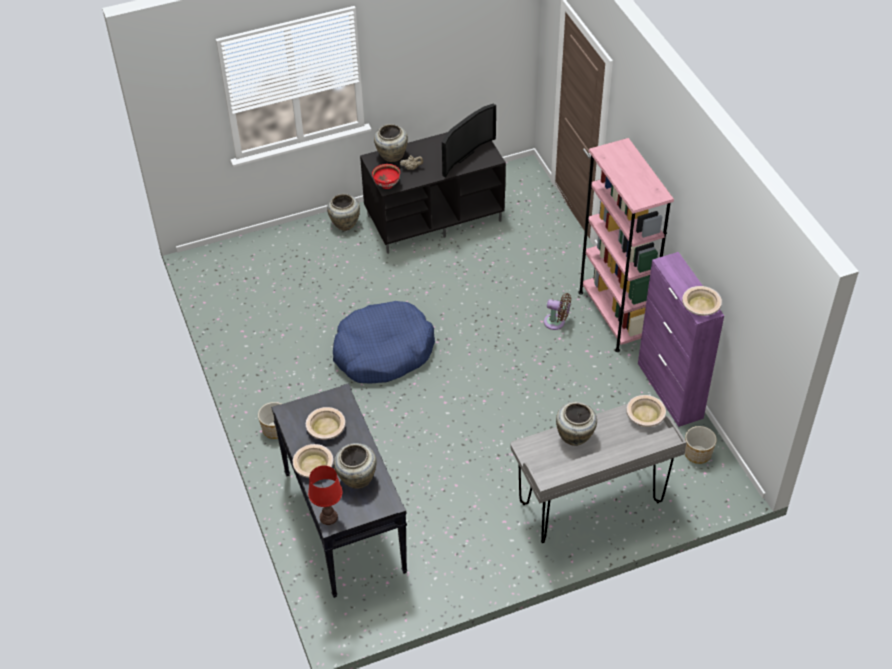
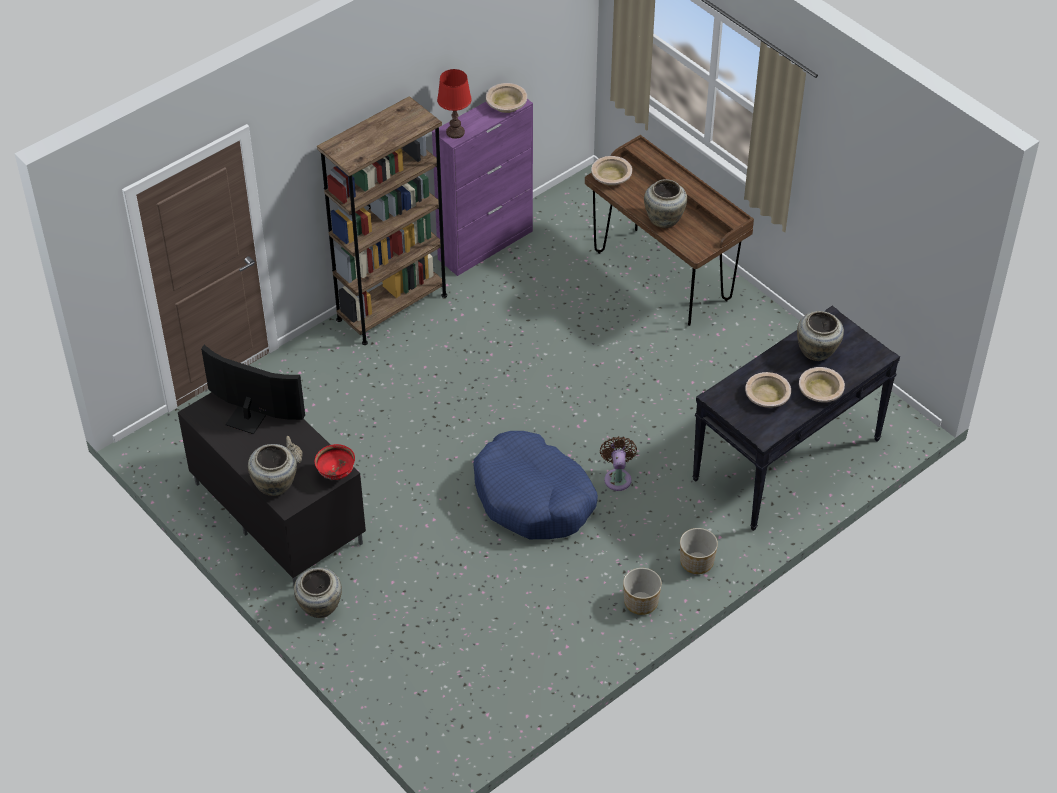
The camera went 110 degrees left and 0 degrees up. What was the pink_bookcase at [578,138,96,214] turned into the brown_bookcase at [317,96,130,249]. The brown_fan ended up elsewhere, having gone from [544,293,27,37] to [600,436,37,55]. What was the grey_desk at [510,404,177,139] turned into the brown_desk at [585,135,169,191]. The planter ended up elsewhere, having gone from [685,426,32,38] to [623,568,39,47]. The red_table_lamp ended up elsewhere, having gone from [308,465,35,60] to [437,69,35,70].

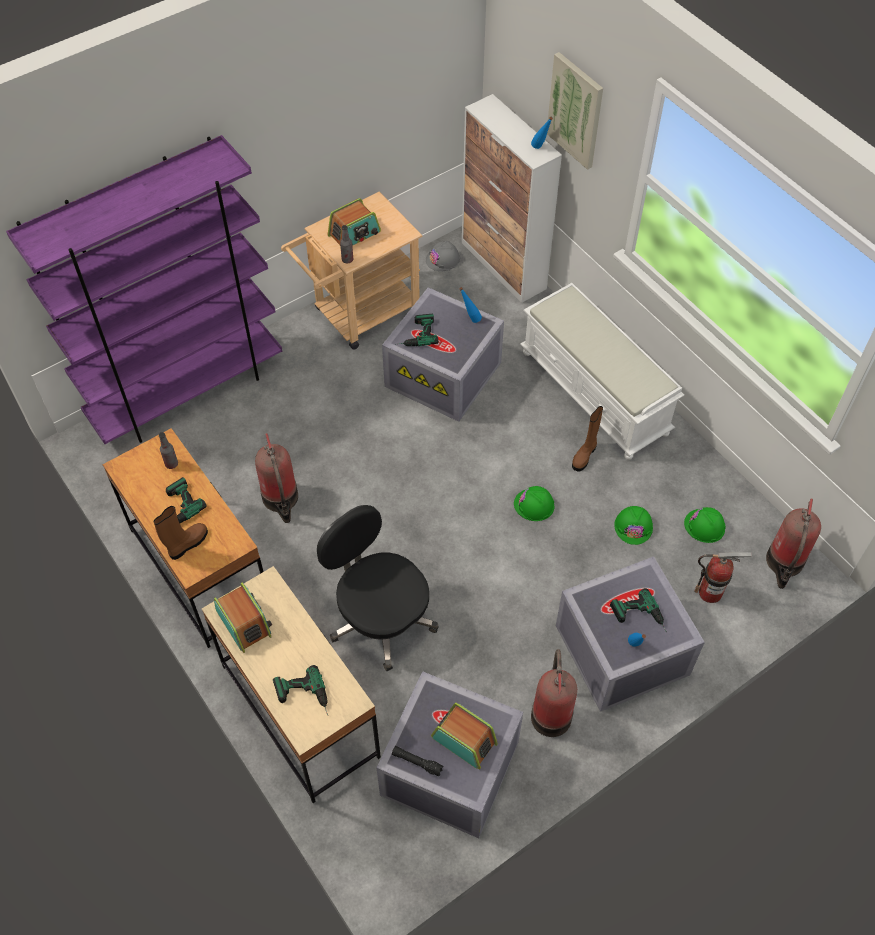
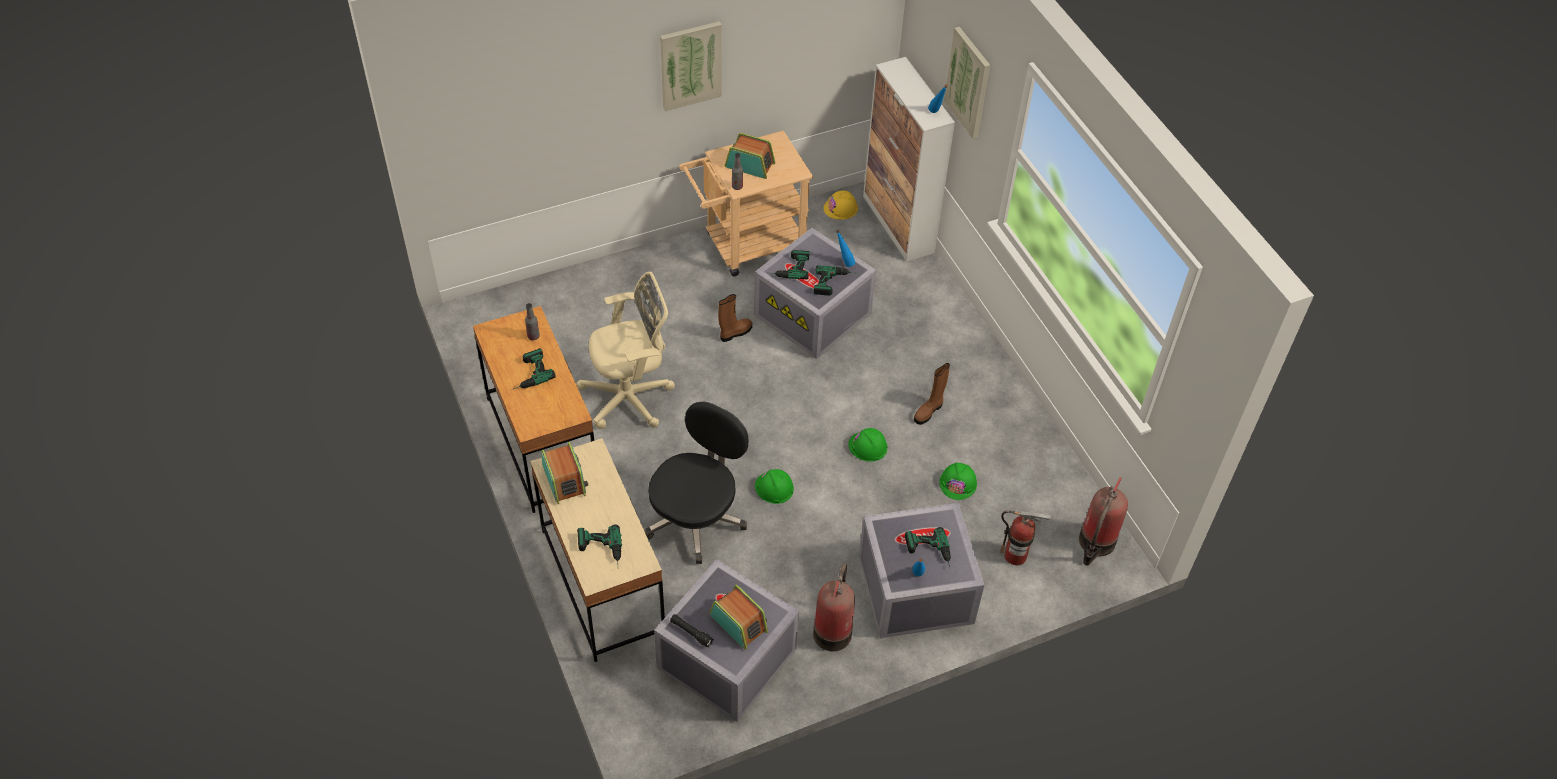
The camera went 10 degrees right and 5 degrees down. The second view lost the purple_bookcase at [6,135,276,309]. The radio at [327,198,54,52] ended up facing another way, 135 degrees counterclockwise from before. What was the grey_hard_hat at [426,241,34,30] turned into the yellow_hard_hat at [824,191,34,29]. The second view lost the white_bench at [520,283,164,177]. Where the fire_extinguisher stood at [255,433,43,90], the beige_office_chair came to stand at [576,272,99,157]. The black_office_chair at [317,505,122,166] ended up facing another way, 60 degrees clockwise from before. The brown_boot ended up elsewhere, having gone from [154,506,54,54] to [718,294,34,48]. The green_hard_hat ended up elsewhere, having gone from [684,507,42,36] to [755,469,39,35]. The second view gained the picture at [660,21,62,90]. The second view gained the power_drill at [814,265,41,31].

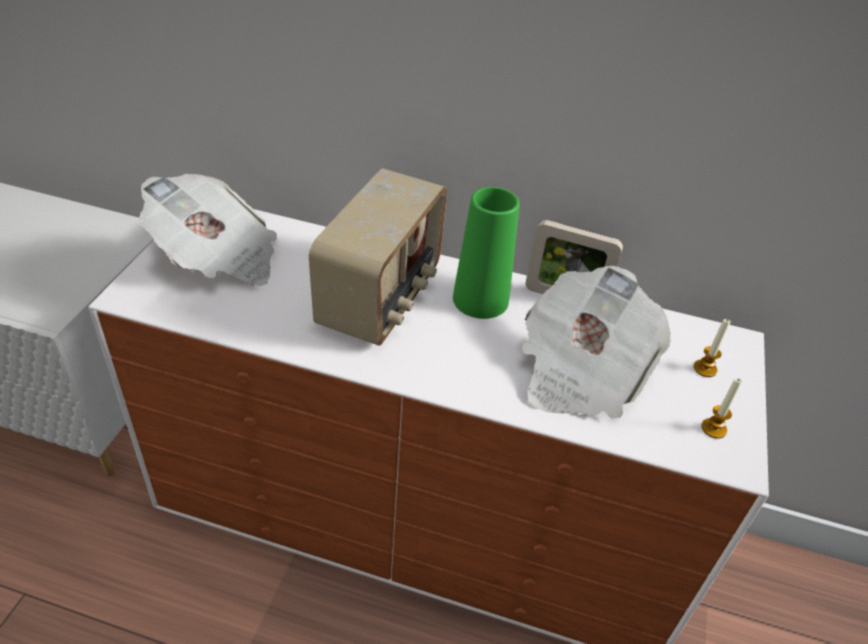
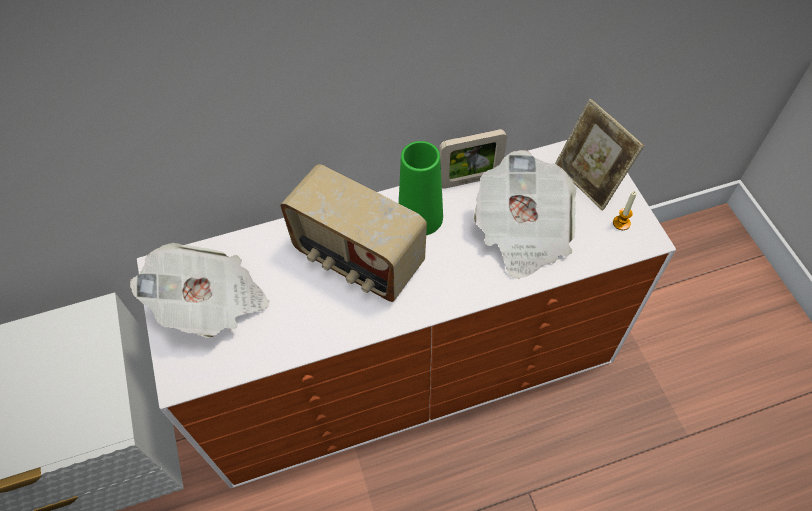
The camera went 30 degrees left and 15 degrees up. The radio at [309,169,138,177] ended up facing another way, 135 degrees clockwise from before. Where the candle stood at [694,319,37,58], the picture_frame came to stand at [555,99,89,112].

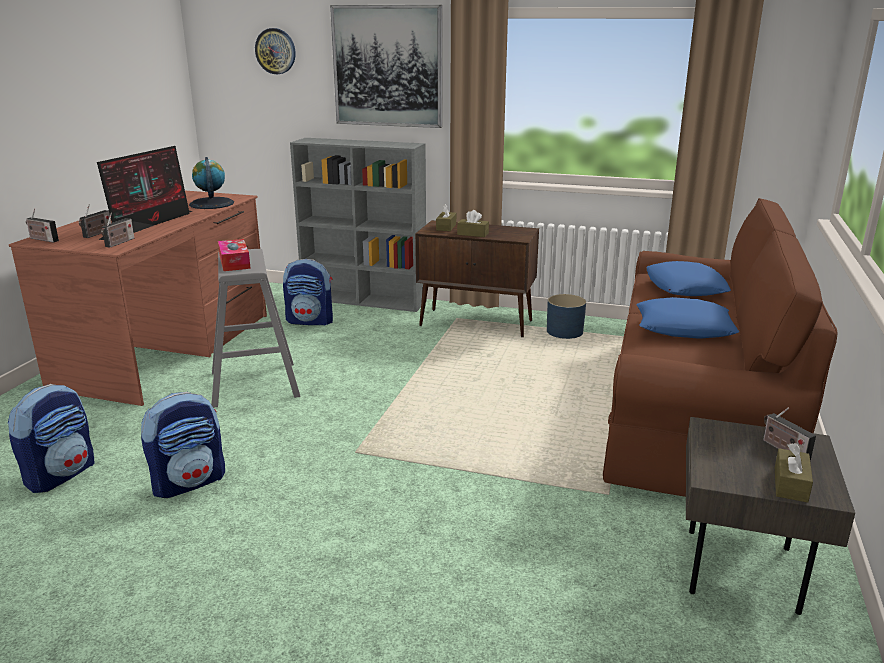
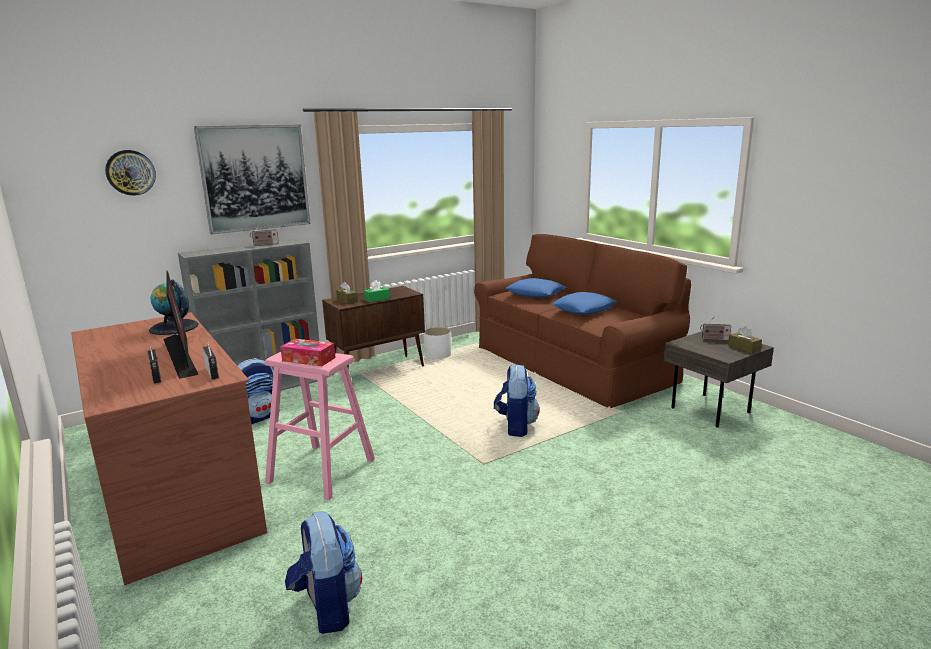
The camera went 50 degrees left and 5 degrees down. The radio ended up elsewhere, having gone from [26,208,33,35] to [250,223,29,23]. What was the brown_tissue_box at [457,210,32,27] turned into the green_tissue_box at [364,280,26,22]. What was the grey_stool at [211,249,90,159] turned into the pink_stool at [265,352,110,148]. What was the blue_planter at [547,294,39,45] turned into the white_planter at [423,327,28,32]. The backpack ended up elsewhere, having gone from [141,392,84,106] to [494,364,46,73].

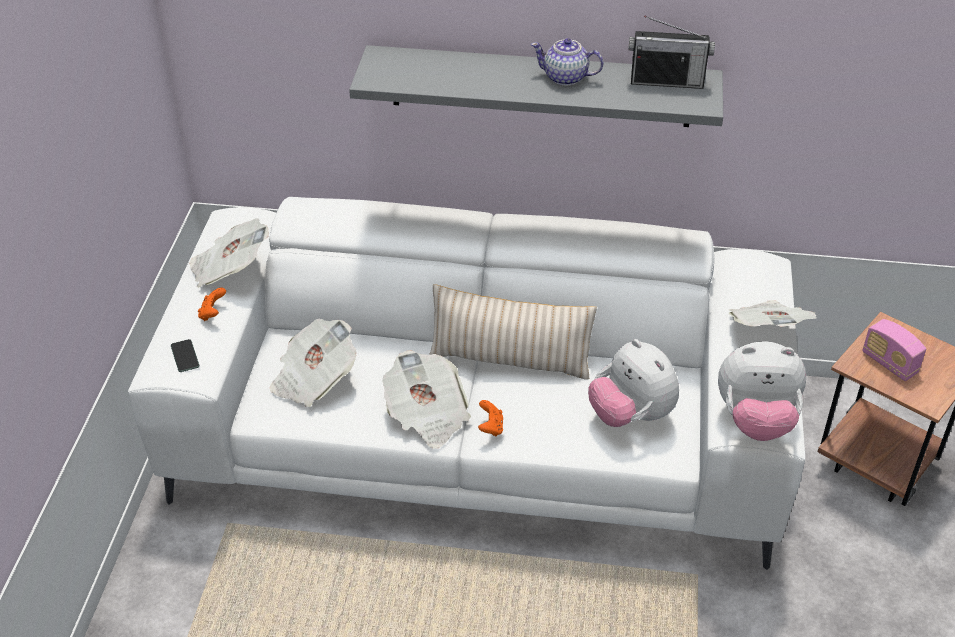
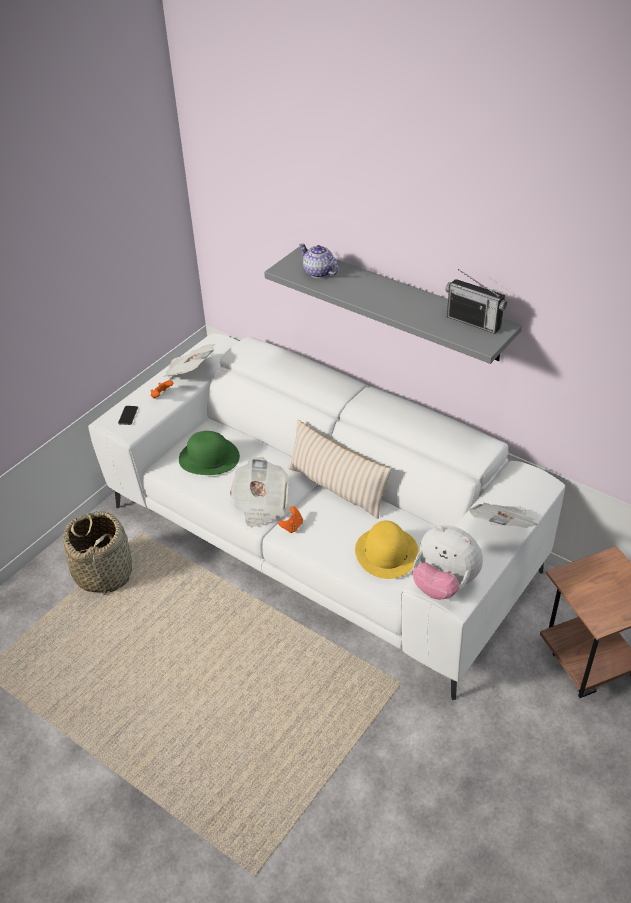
The camera went 30 degrees right and 0 degrees up. The teapot ended up elsewhere, having gone from [531,38,73,48] to [299,243,40,35]. Where the newspaper stood at [270,318,86,89], the green_hat came to stand at [179,431,61,44]. The second view lost the radio at [862,319,65,62]. Where the plush_toy stood at [588,339,91,88], the yellow_hat came to stand at [355,520,64,59]. The second view gained the basket at [63,511,69,84].

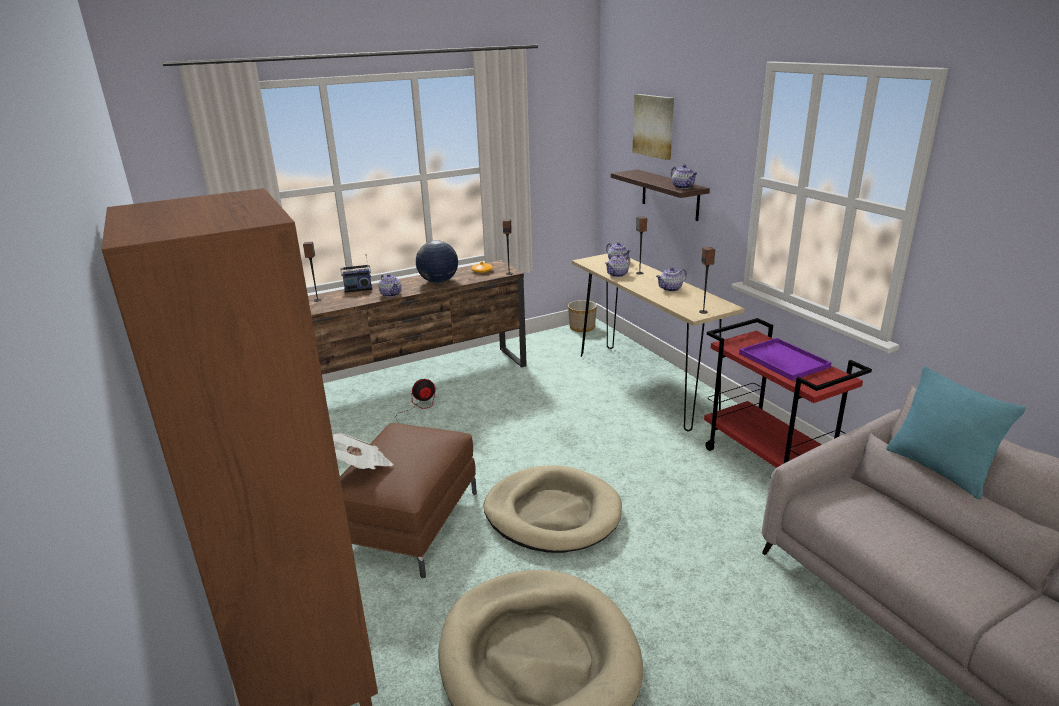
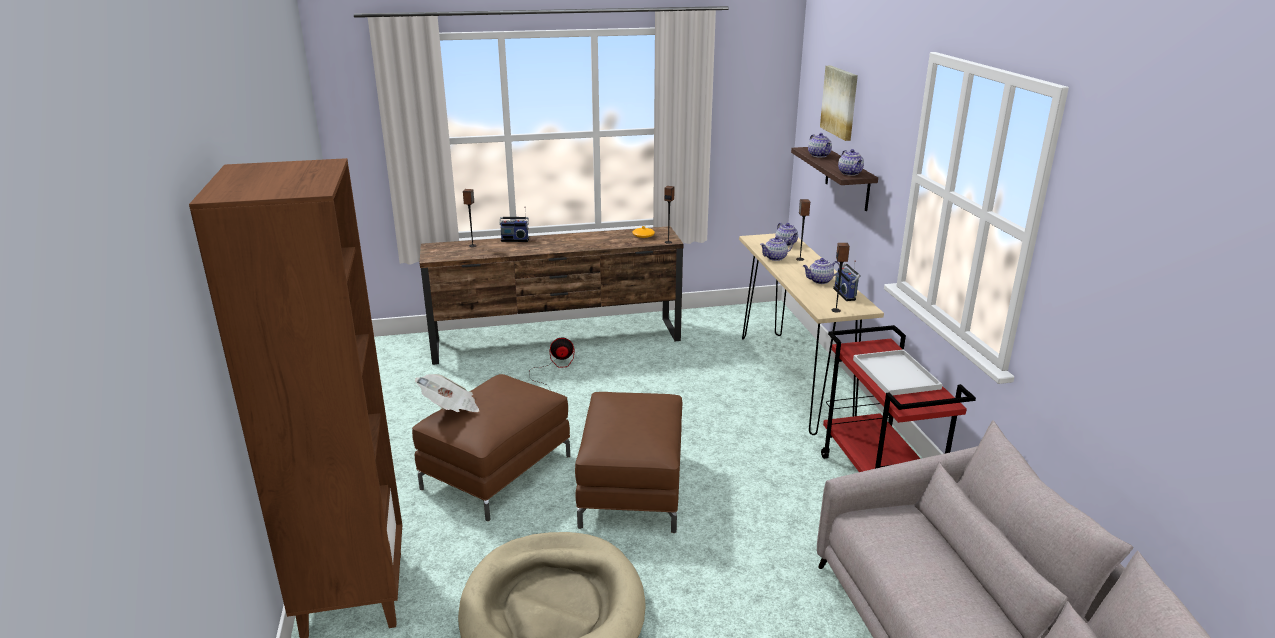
The camera went 15 degrees right and 0 degrees up. The second view lost the globe at [416,240,42,43]. The teapot ended up elsewhere, having gone from [378,274,24,23] to [808,133,24,25]. The second view lost the planter at [568,300,29,32]. What was the purple_tray at [739,338,93,43] turned into the white_tray at [853,349,90,46]. The second view lost the turquoise_pillow at [886,366,140,134]. Where the beige_dog_bed stood at [484,465,138,88], the brown_ottoman came to stand at [575,392,108,141]. The second view gained the radio at [833,260,28,41].

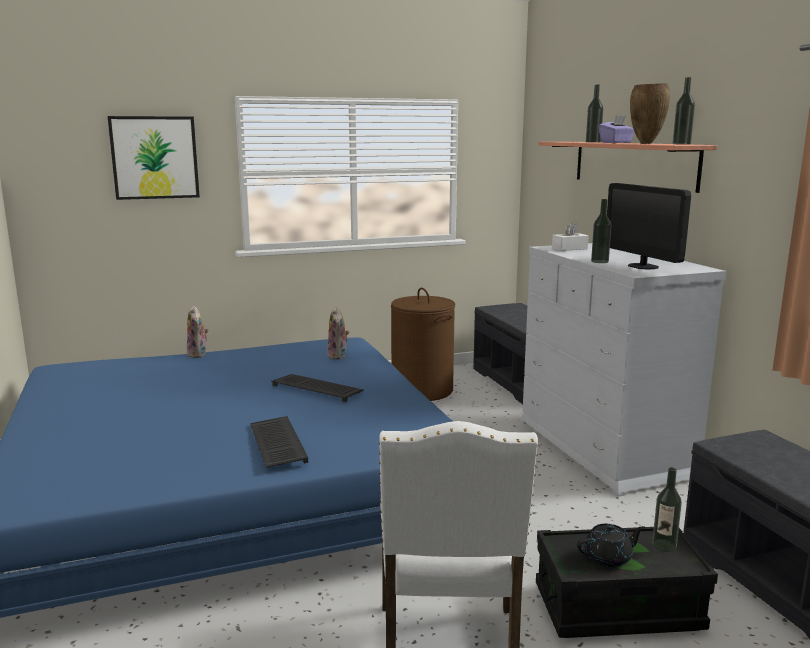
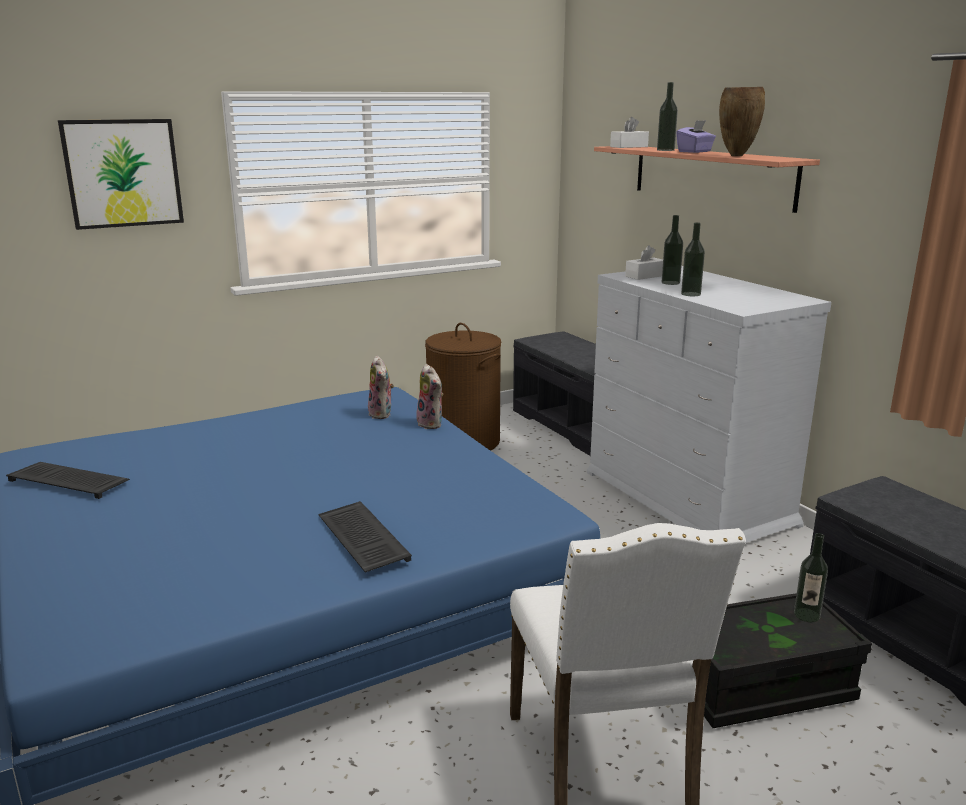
The camera went 10 degrees left and 5 degrees up. The bottle ended up elsewhere, having gone from [673,77,22,67] to [662,215,21,70]. The second view lost the monitor at [607,183,84,86]. The plush_toy ended up elsewhere, having gone from [187,306,21,52] to [416,364,27,65]. The keyboard ended up elsewhere, having gone from [271,374,93,28] to [6,462,124,37]. The second view lost the black_teapot at [577,524,68,43]. The second view gained the white_tissue_box at [610,117,39,31].

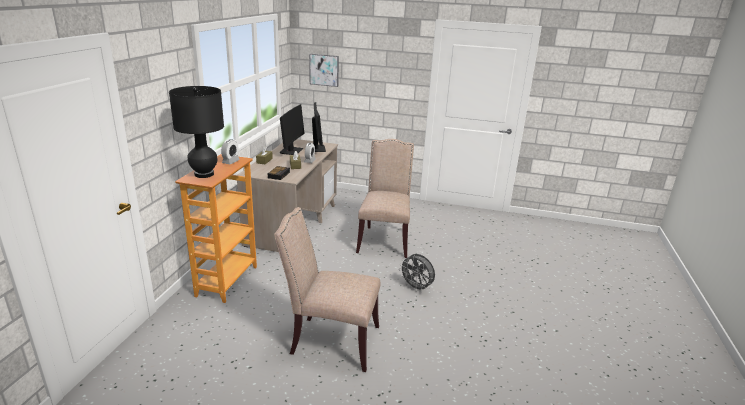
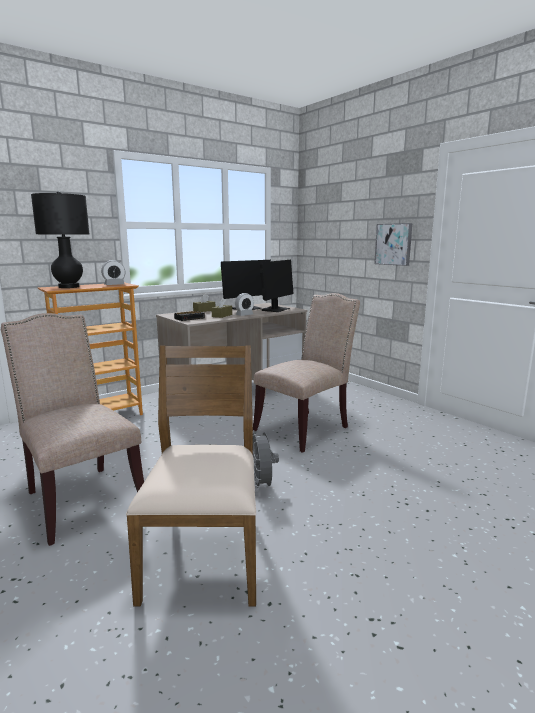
The camera went 40 degrees right and 10 degrees down. The picture ended up elsewhere, having gone from [309,54,30,33] to [374,223,38,43]. The second view gained the brown_chair at [126,345,130,262].

